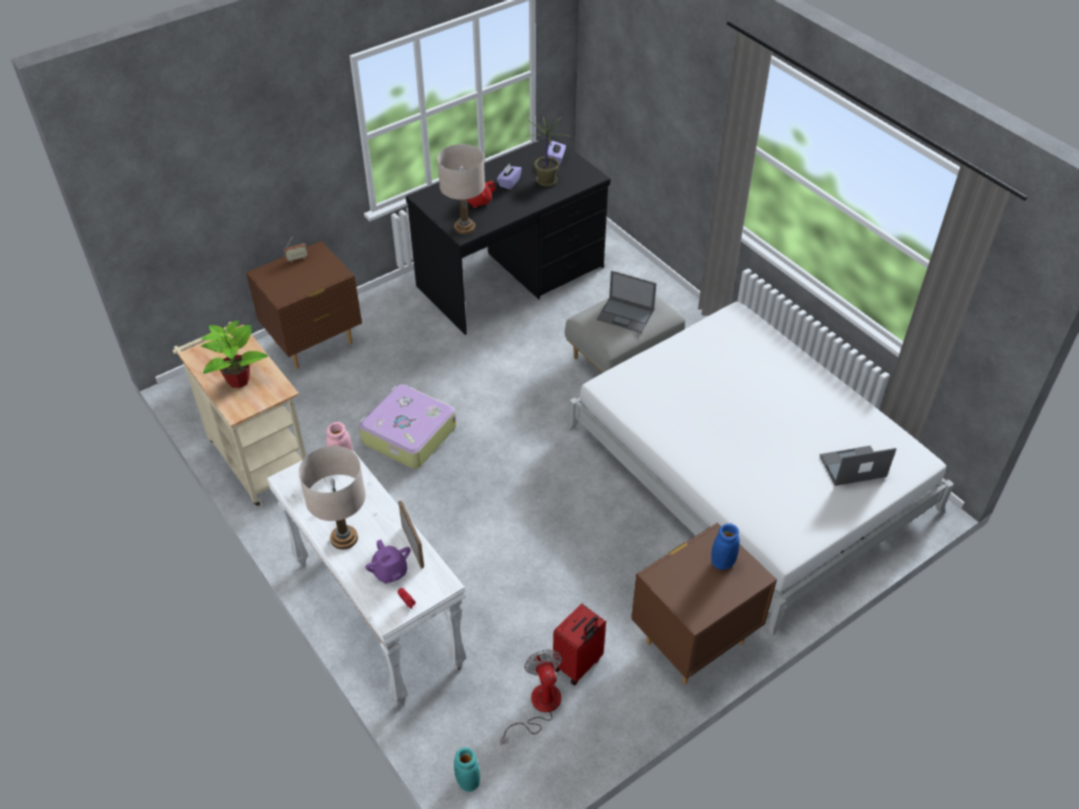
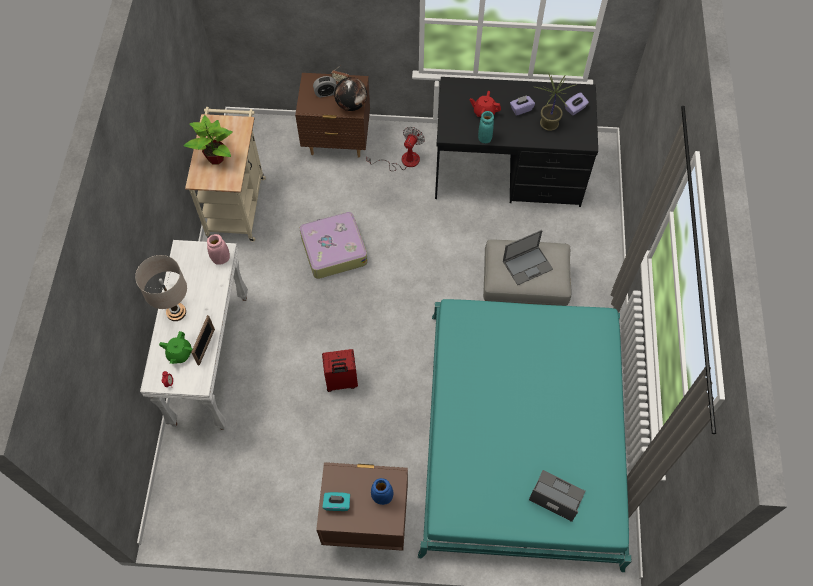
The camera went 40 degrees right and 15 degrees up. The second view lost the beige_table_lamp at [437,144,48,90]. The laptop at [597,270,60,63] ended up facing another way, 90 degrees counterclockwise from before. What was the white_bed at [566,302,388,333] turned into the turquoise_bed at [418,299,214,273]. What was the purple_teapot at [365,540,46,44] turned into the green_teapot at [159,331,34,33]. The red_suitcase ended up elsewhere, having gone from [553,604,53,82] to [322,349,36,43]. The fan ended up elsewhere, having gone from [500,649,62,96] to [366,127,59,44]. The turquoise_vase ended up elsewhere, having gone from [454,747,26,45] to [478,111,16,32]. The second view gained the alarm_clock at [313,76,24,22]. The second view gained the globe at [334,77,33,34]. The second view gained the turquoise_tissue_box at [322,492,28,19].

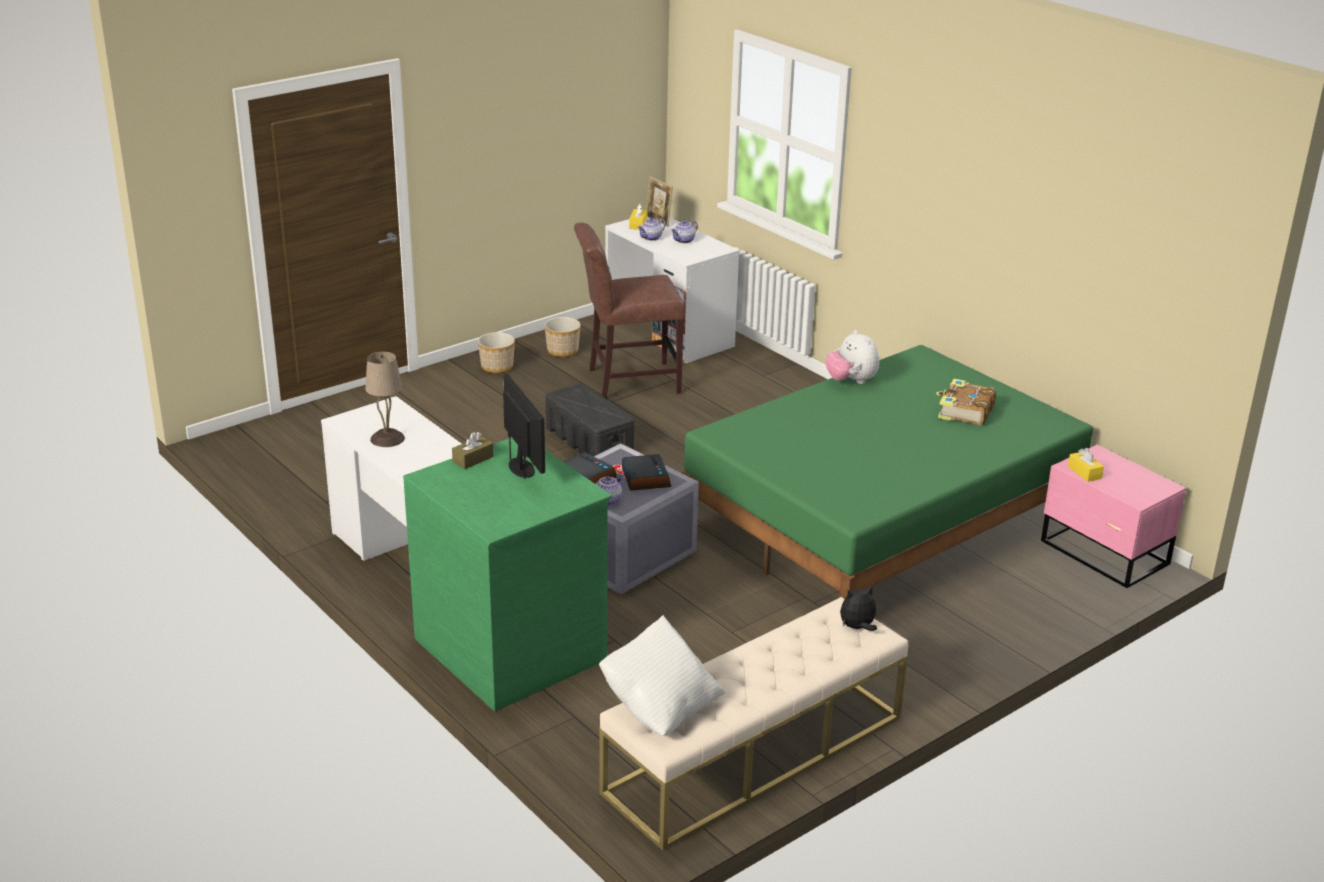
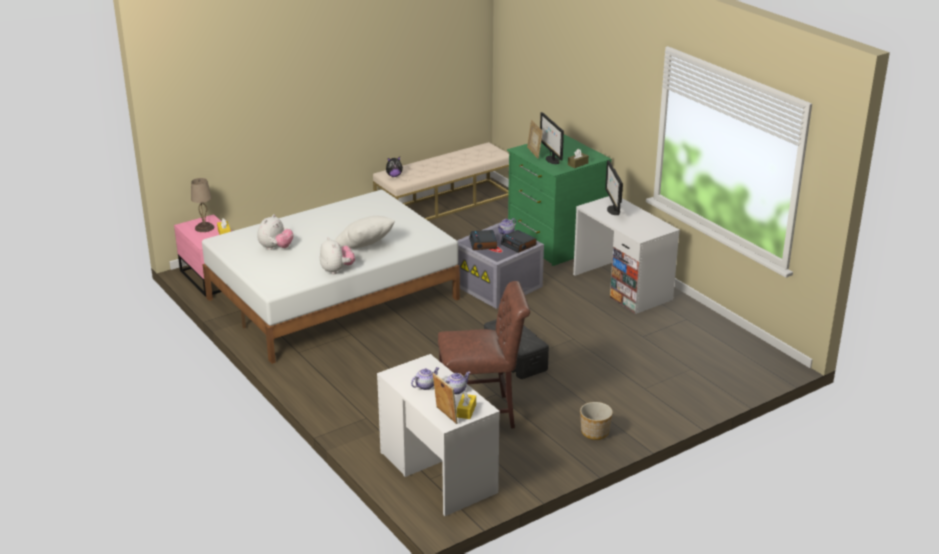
The camera went 175 degrees left and 0 degrees up. The second view lost the planter at [544,317,37,40]. What was the green_bed at [682,345,411,254] turned into the white_bed at [202,190,258,174]. The beige_table_lamp ended up elsewhere, having gone from [365,352,40,95] to [191,178,23,54]. Where the book stood at [936,379,60,47], the plush_toy came to stand at [258,214,35,36]. The white_pillow ended up elsewhere, having gone from [599,615,126,120] to [334,216,61,33]. The second view gained the picture_frame at [527,120,16,39]. The second view gained the monitor at [605,160,18,56].

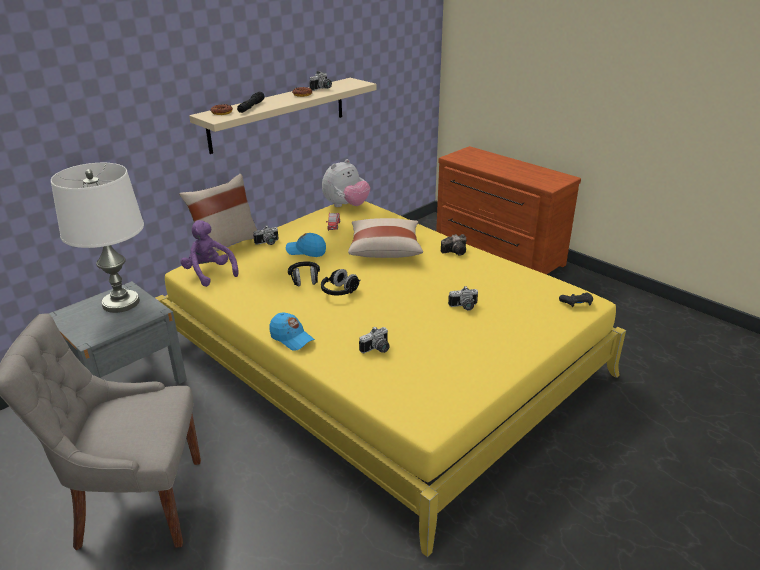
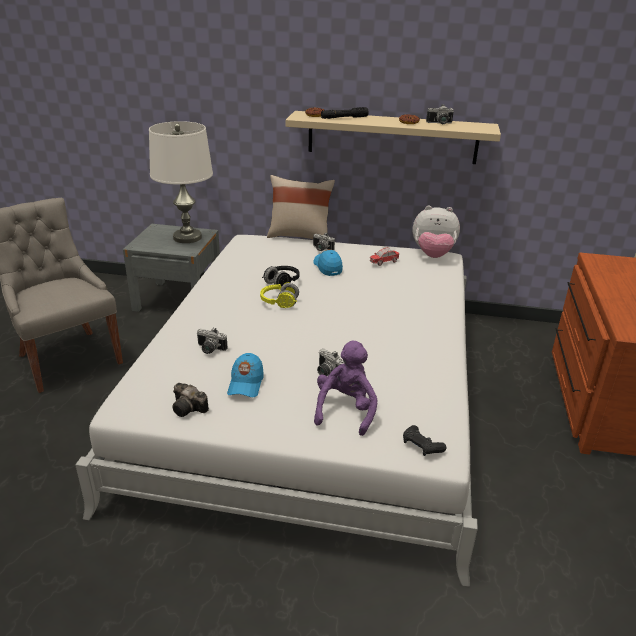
The camera went 55 degrees right and 0 degrees up. What was the yellow_bed at [155,201,471,356] turned into the white_bed at [75,235,403,352]. The second view lost the beige_pillow at [348,218,75,40]. The purple_plush_toy ended up elsewhere, having gone from [180,220,59,67] to [314,341,64,95]. The photo_camera ended up elsewhere, having gone from [441,234,26,22] to [172,383,37,34]. What was the black_headphones at [321,269,40,27] turned into the yellow_headphones at [260,282,39,26]. The blue_cap ended up elsewhere, having gone from [269,313,46,38] to [227,353,37,44].

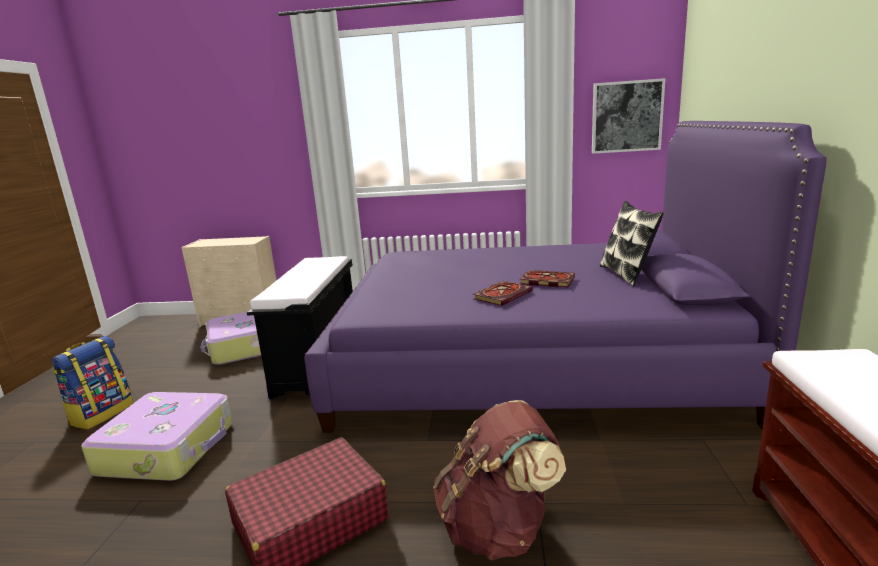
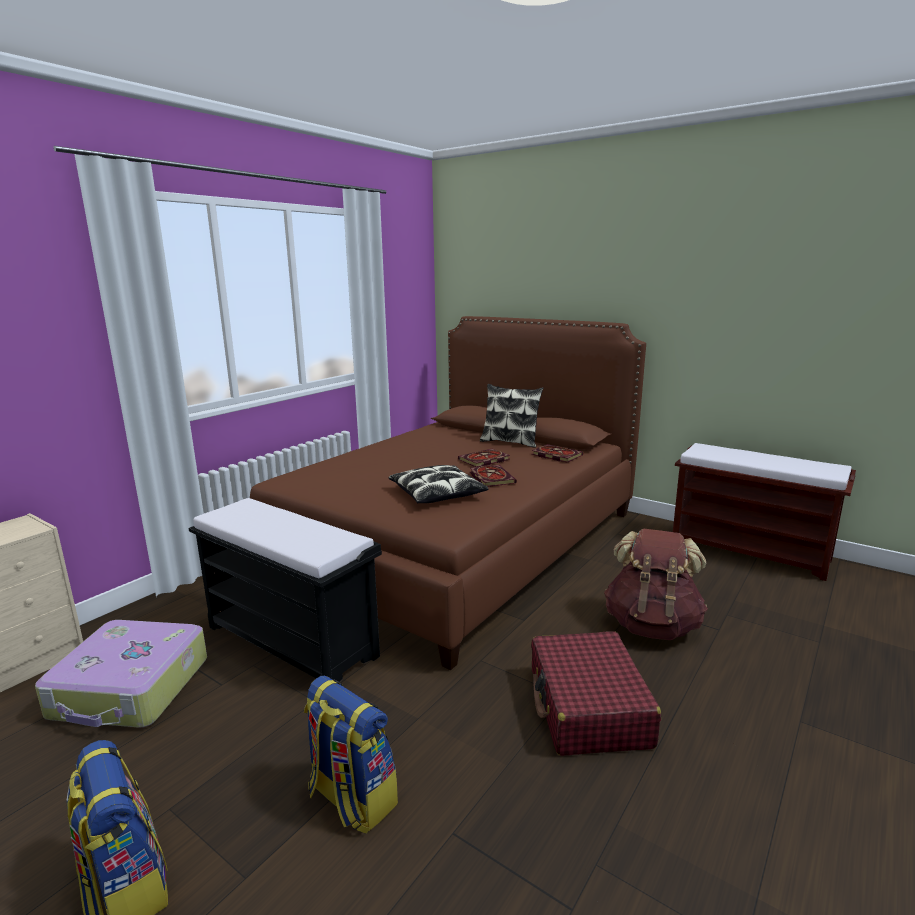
The camera went 60 degrees left and 0 degrees up. The second view lost the picture at [592,78,74,76]. What was the purple_bed at [304,121,523,311] turned into the brown_bed at [250,316,396,354]. Where the suitcase stood at [81,392,152,89], the backpack came to stand at [304,676,94,158]. The second view gained the book at [532,444,51,19]. The second view gained the pillow at [389,465,99,38].

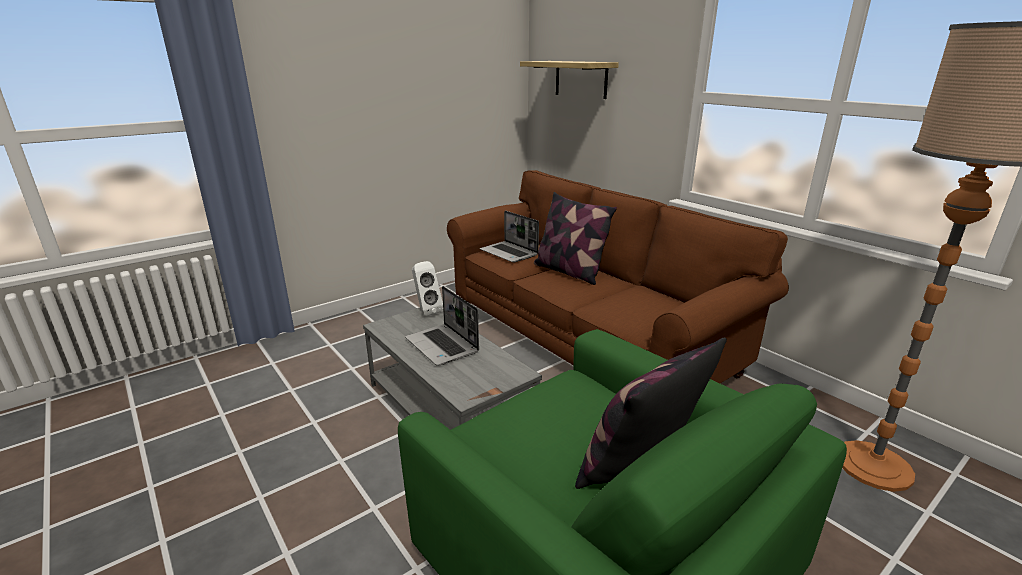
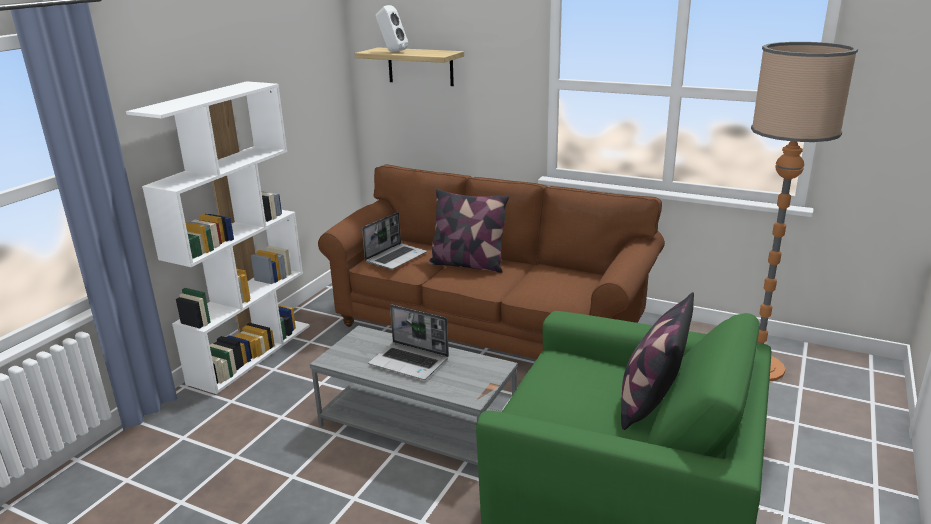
The camera went 25 degrees left and 0 degrees up. The laptop at [480,211,59,52] ended up facing another way, 75 degrees counterclockwise from before. The white_speaker ended up elsewhere, having gone from [412,261,31,55] to [376,5,32,47]. The second view gained the white_bookcase at [126,81,184,313].

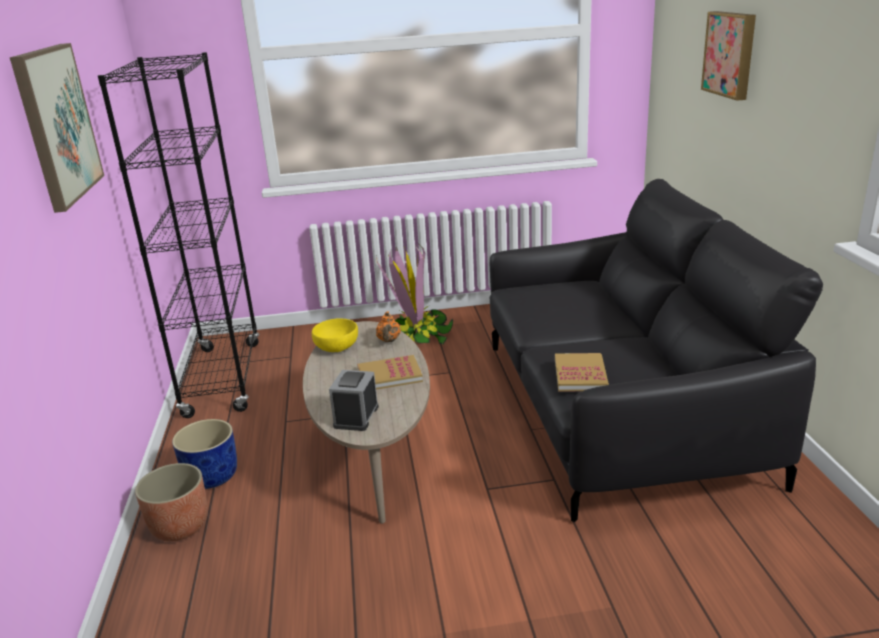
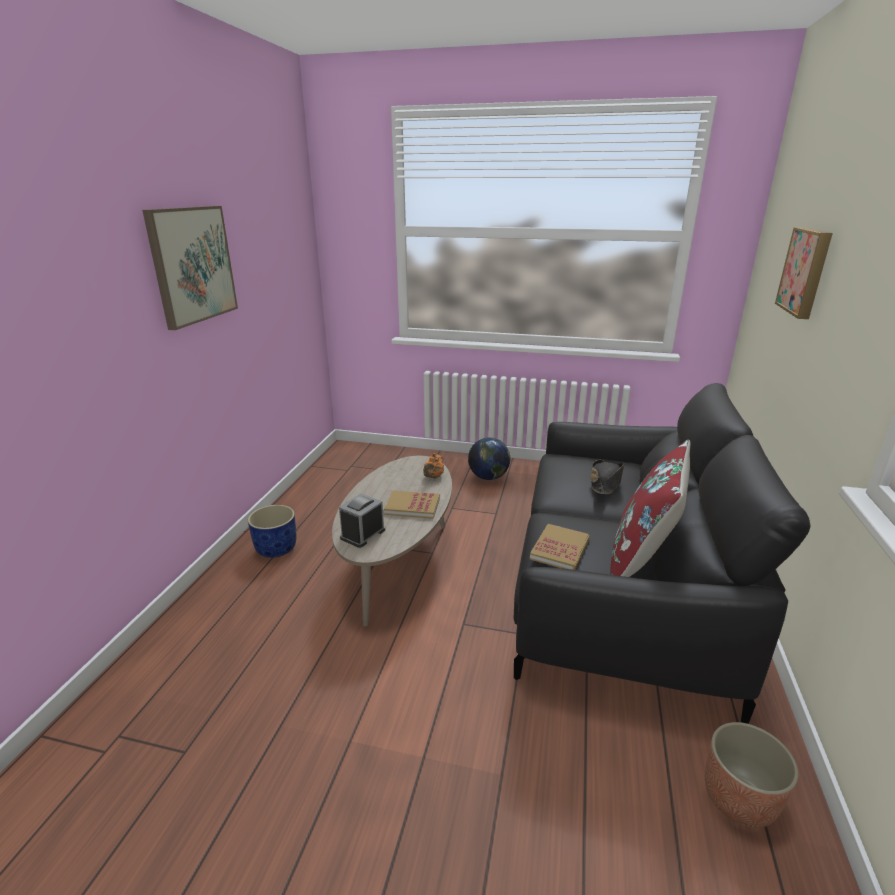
The camera went 20 degrees right and 0 degrees up. The second view lost the black_bookcase at [98,52,161,366]. Where the potted_plant stood at [376,244,77,101], the globe came to stand at [468,437,42,43]. The second view lost the yellow_bowl at [312,319,46,33]. The planter ended up elsewhere, having gone from [135,463,73,79] to [705,722,93,106]. The second view gained the red_pillow at [610,439,80,138]. The second view gained the black_hat at [591,460,33,34].

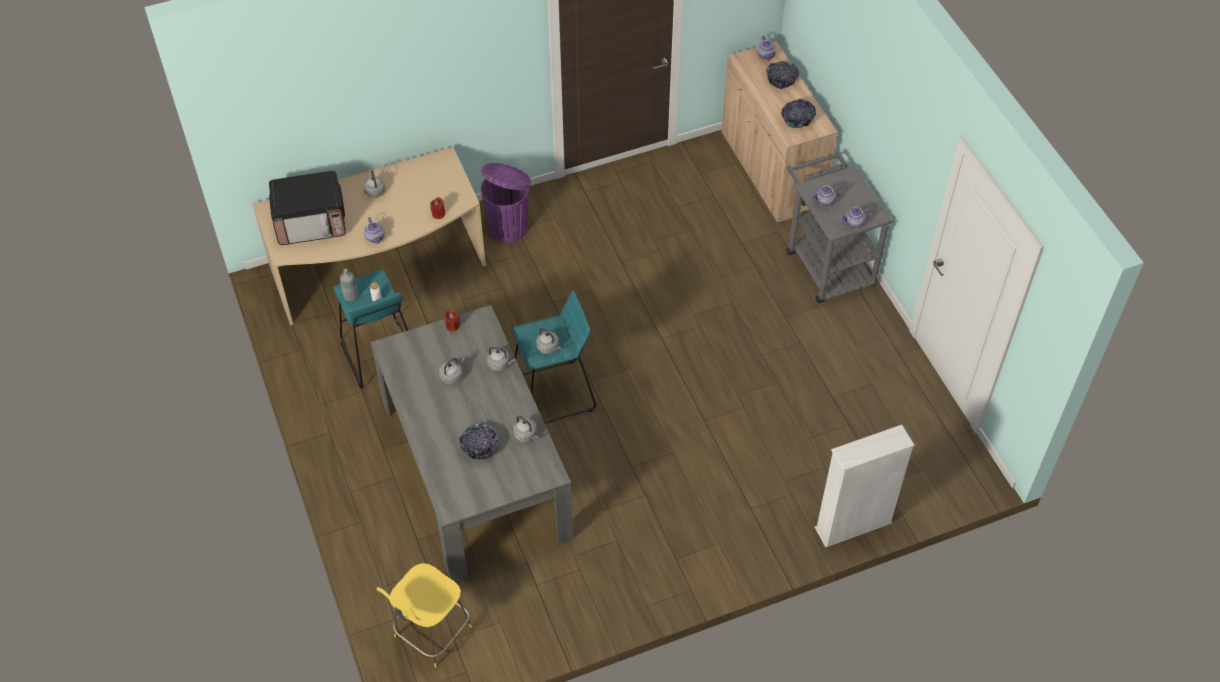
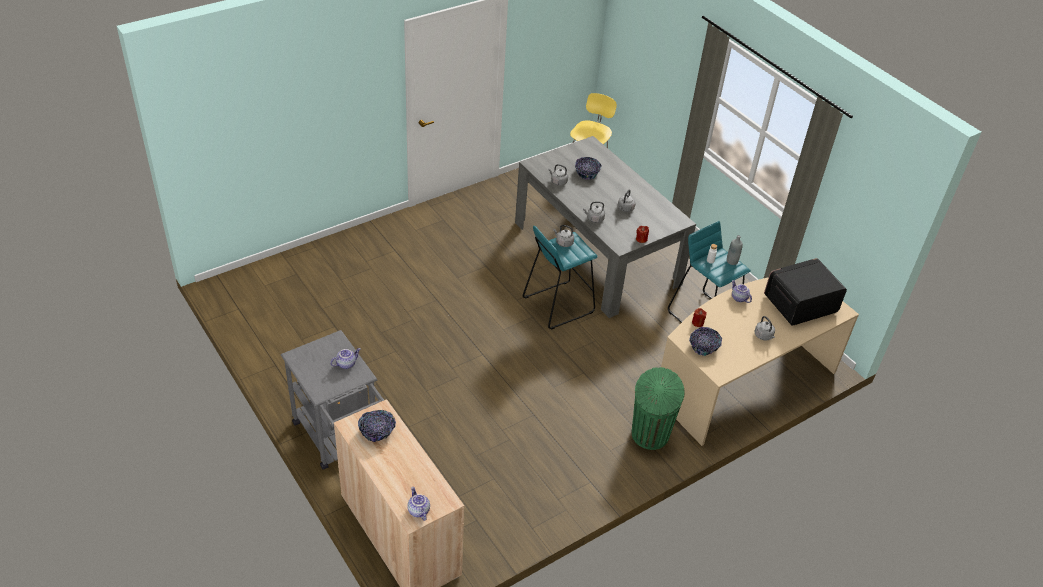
The camera went 165 degrees right and 10 degrees down. The bowl ended up elsewhere, having gone from [766,61,34,28] to [689,327,33,29]. What was the purple_trash_can at [481,163,50,79] turned into the green_trash_can at [632,367,53,83]. The second view lost the teapot at [841,207,31,21]. The second view lost the white_bookcase at [815,425,100,122].

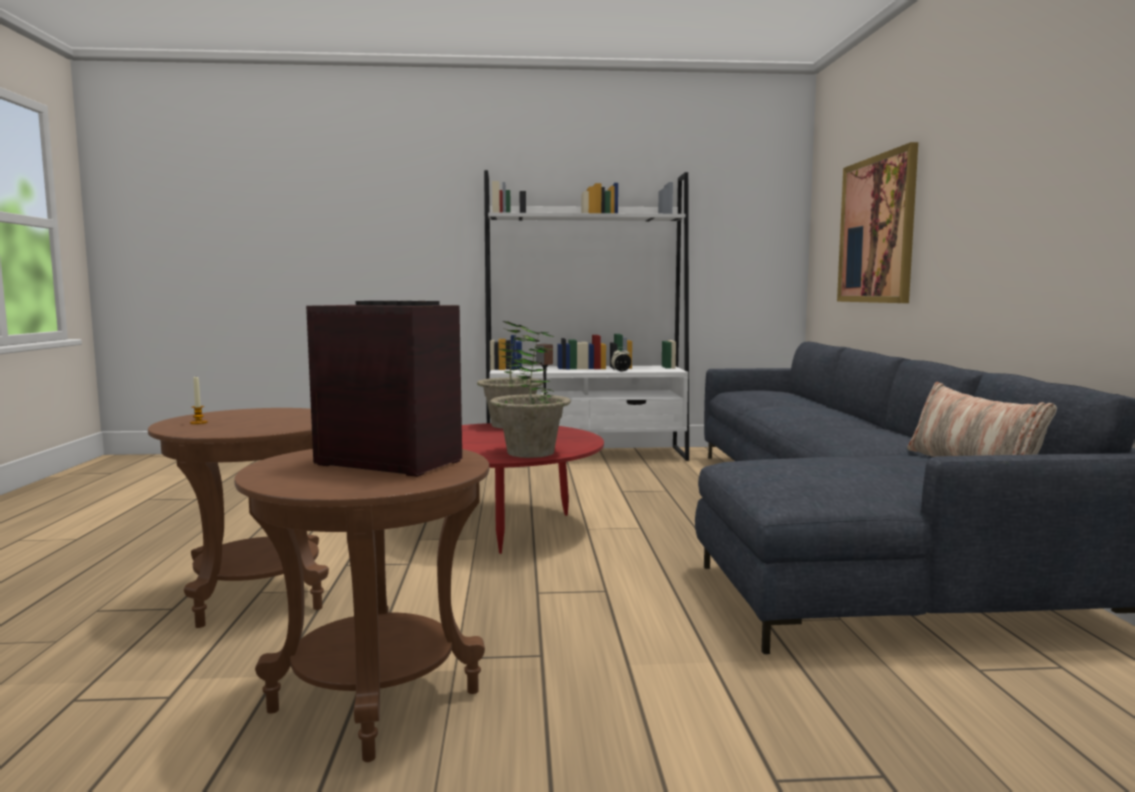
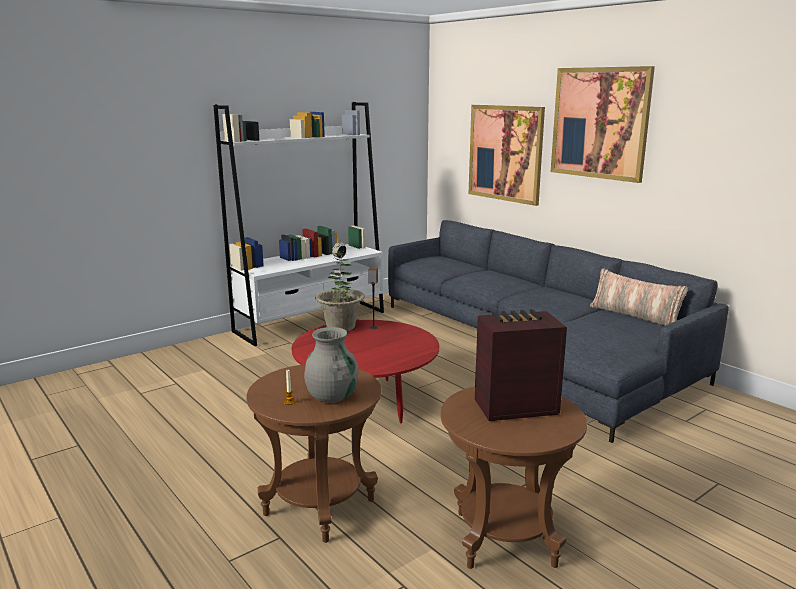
The camera went 35 degrees left and 10 degrees up. The second view lost the potted_plant at [490,327,81,131]. The second view gained the picture at [551,66,104,117]. The second view gained the grey_vase at [304,327,54,76].

